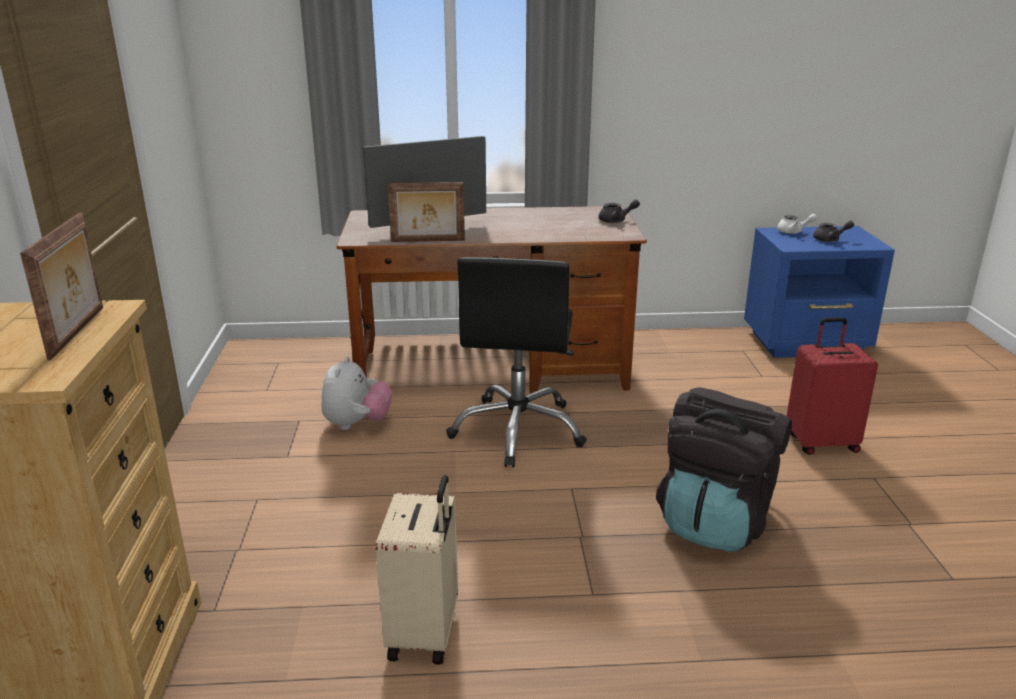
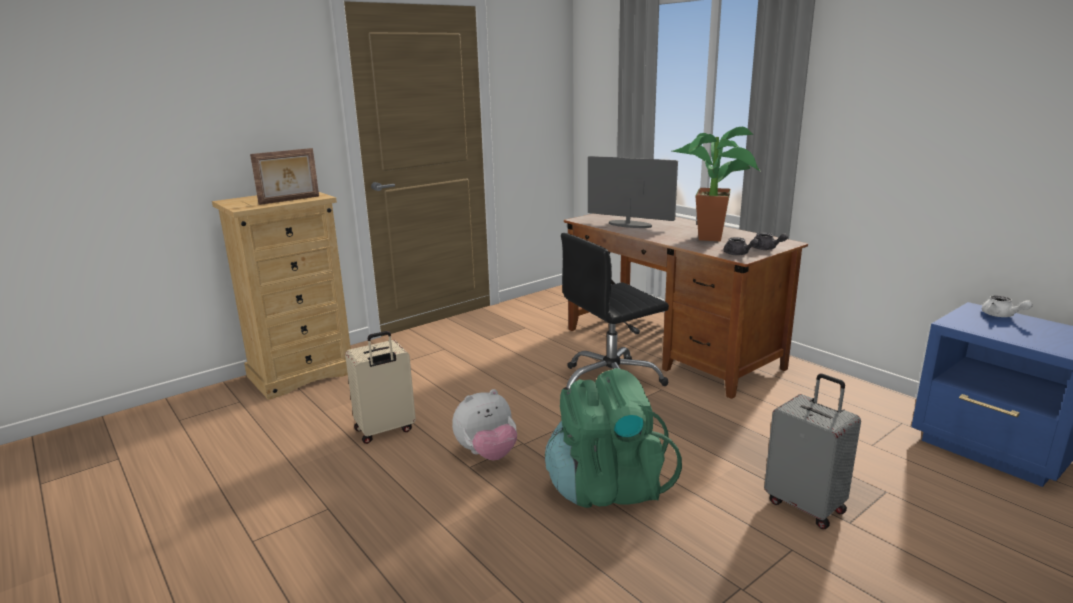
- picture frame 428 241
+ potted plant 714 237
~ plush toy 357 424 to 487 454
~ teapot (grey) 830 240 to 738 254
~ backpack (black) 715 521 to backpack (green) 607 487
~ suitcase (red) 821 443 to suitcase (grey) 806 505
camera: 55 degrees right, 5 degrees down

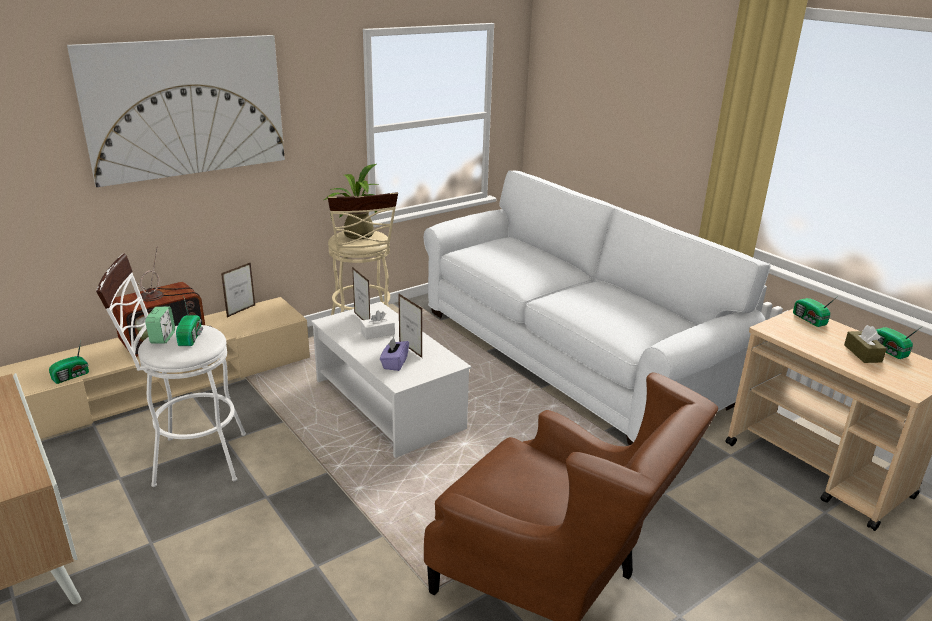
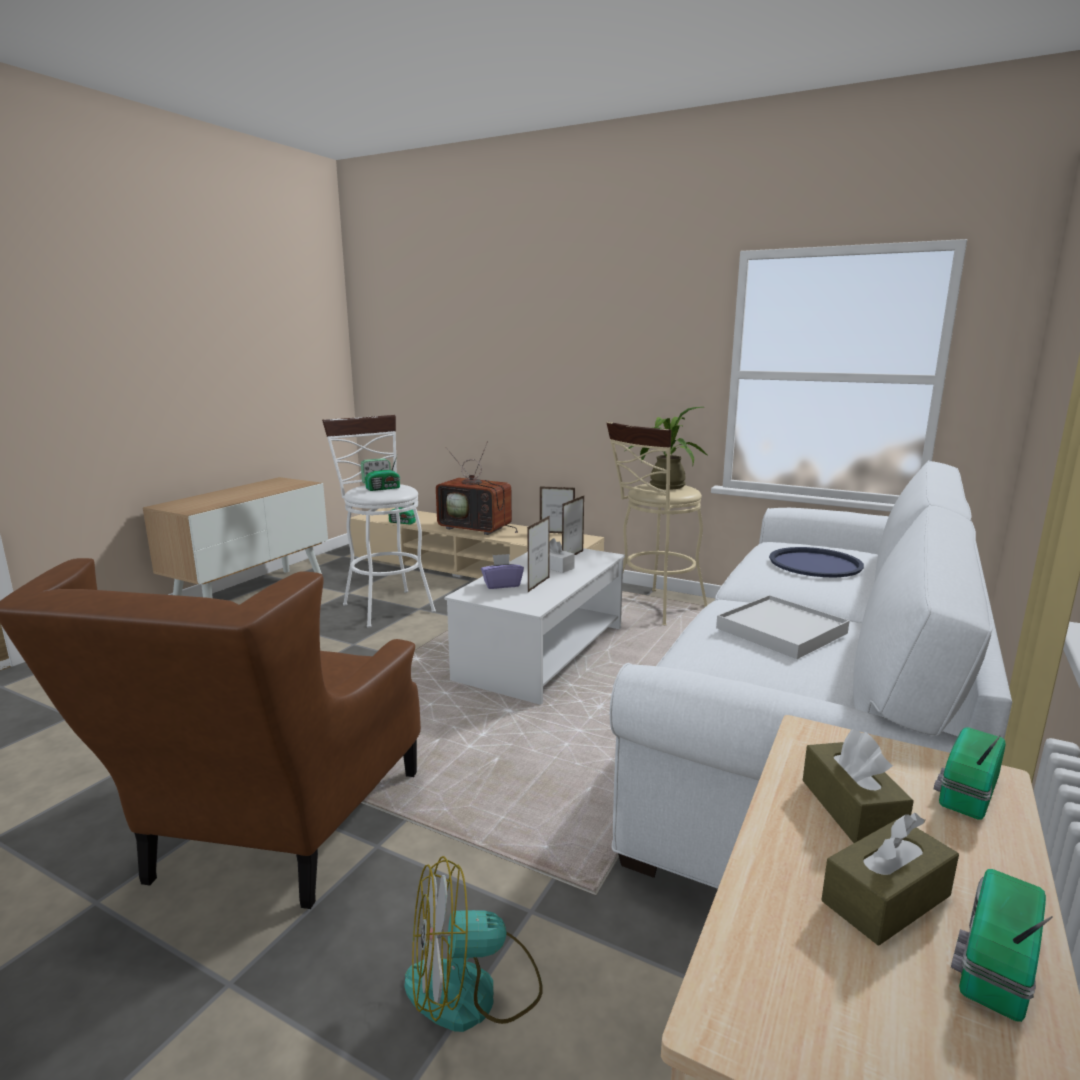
- picture 186 107
+ fan 472 989
+ tray (white) 781 631
+ tray (blue) 815 564
+ tissue box (brown) 851 808
camera: 65 degrees right, 10 degrees down

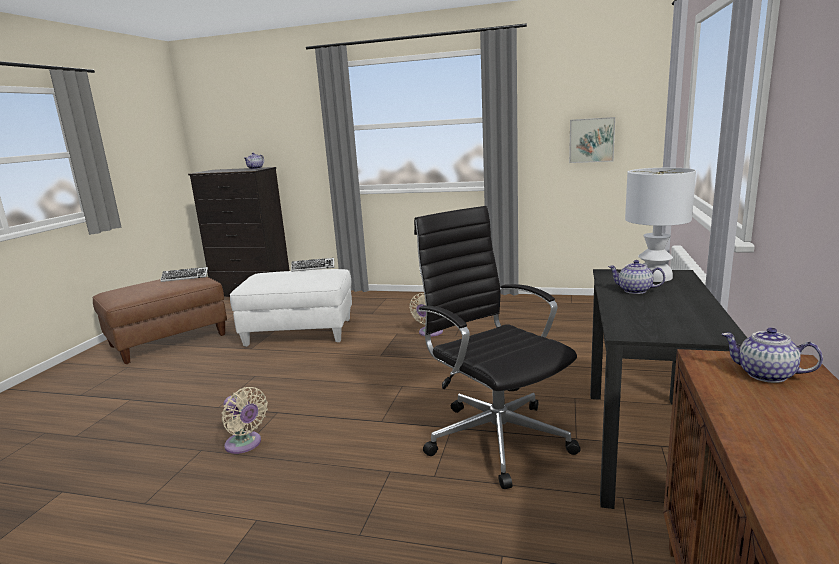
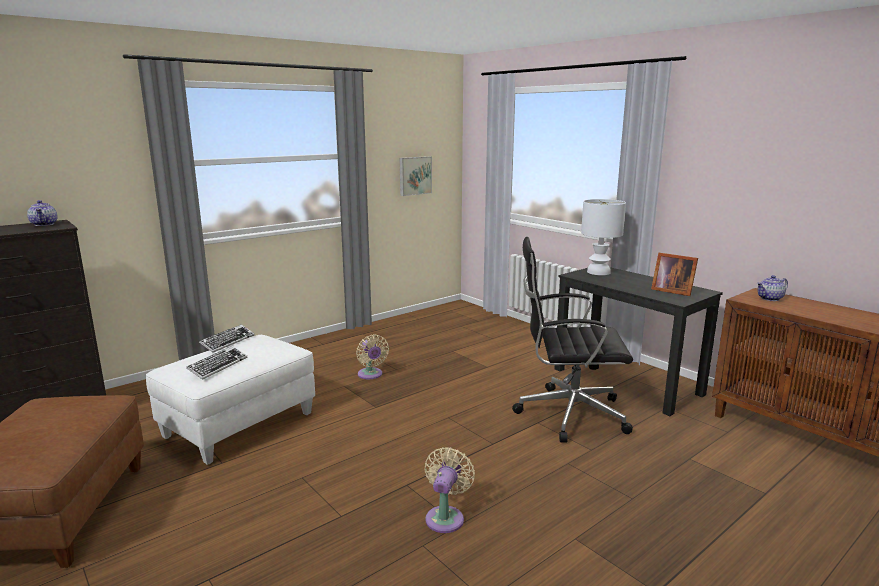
- teapot 634 290
+ picture frame 671 291
~ keyboard 185 277 to 218 366
~ fan (beige) 245 444 = 446 517 60 degrees counterclockwise
camera: 55 degrees left, 0 degrees up

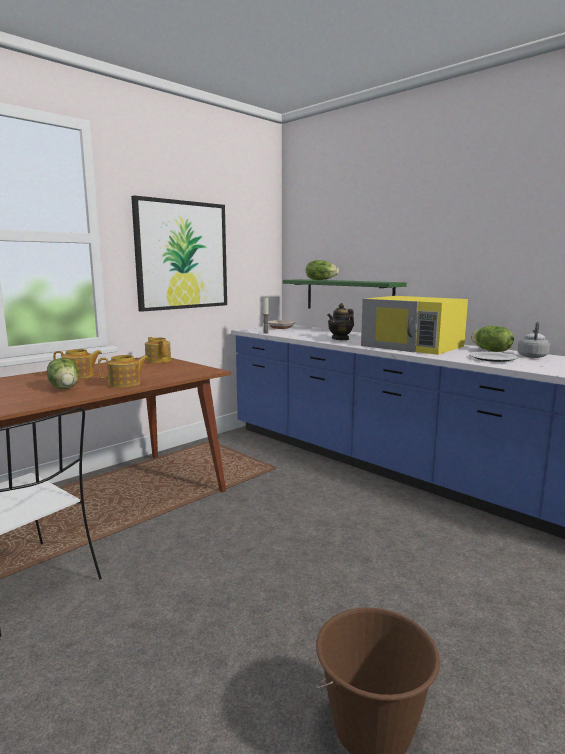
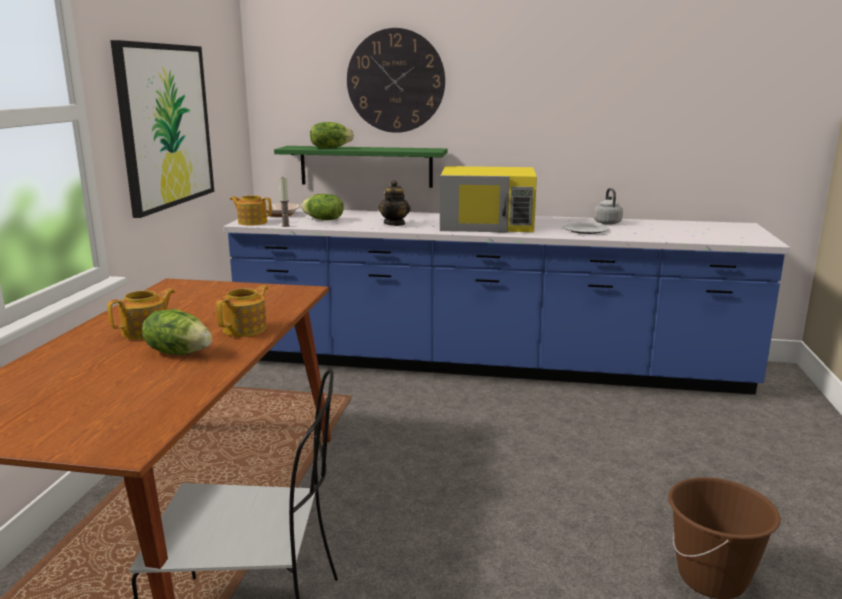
+ wall clock 395 81
~ teapot 158 360 to 252 222
~ lettuce 491 351 to 323 220
camera: 35 degrees left, 5 degrees up

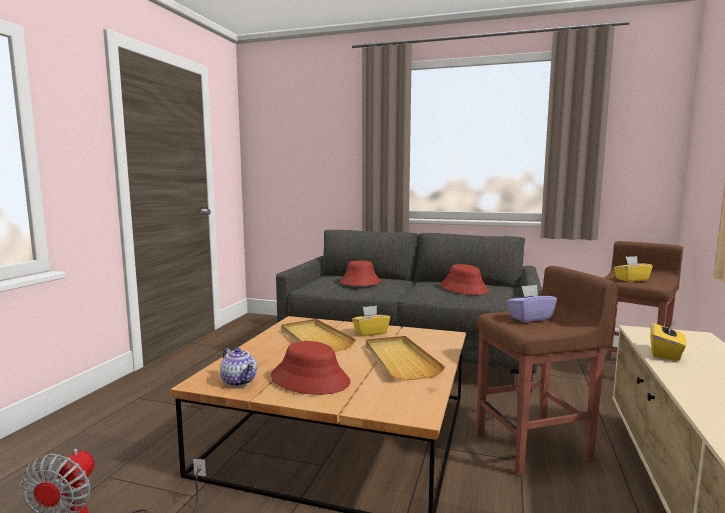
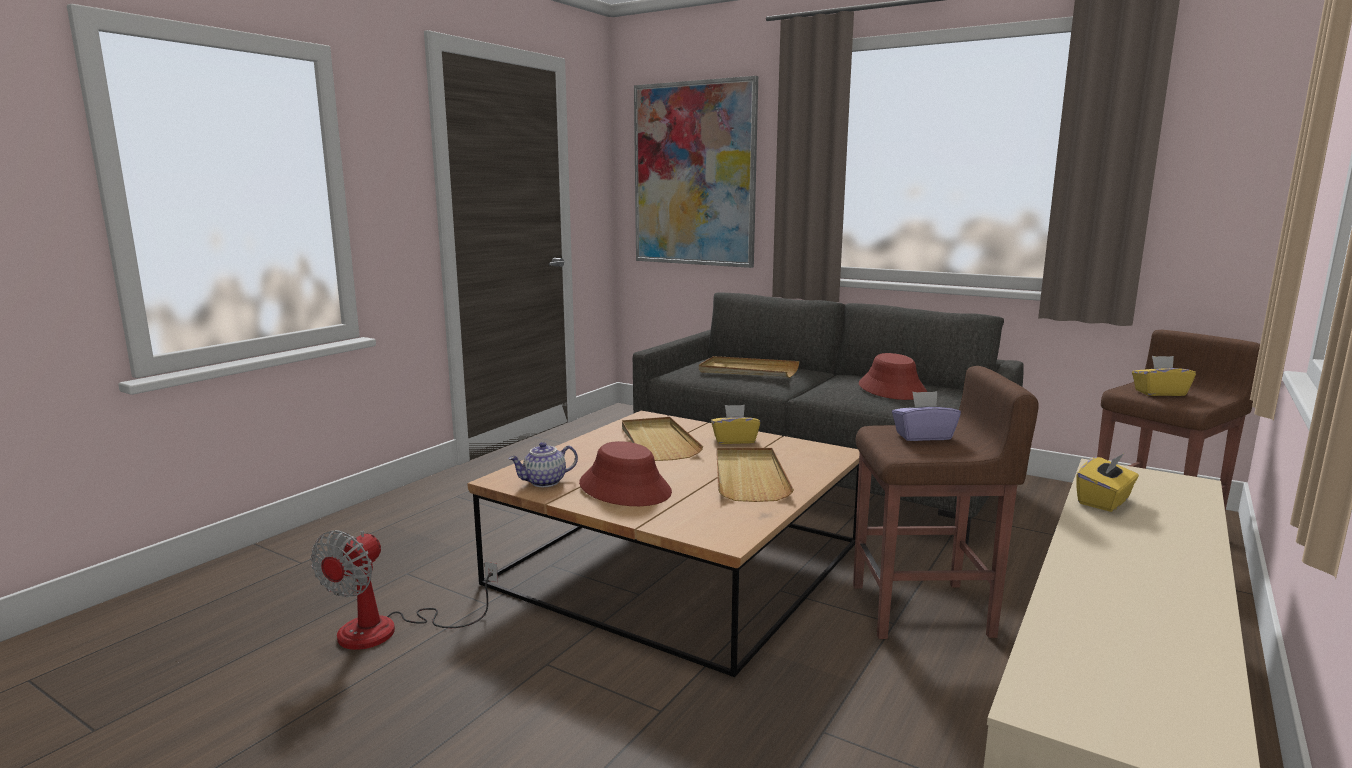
+ picture 694 175
~ hat (red) 360 282 to tray (beige) 748 371
~ teapot 240 381 = 544 482 90 degrees clockwise
camera: 15 degrees right, 5 degrees up

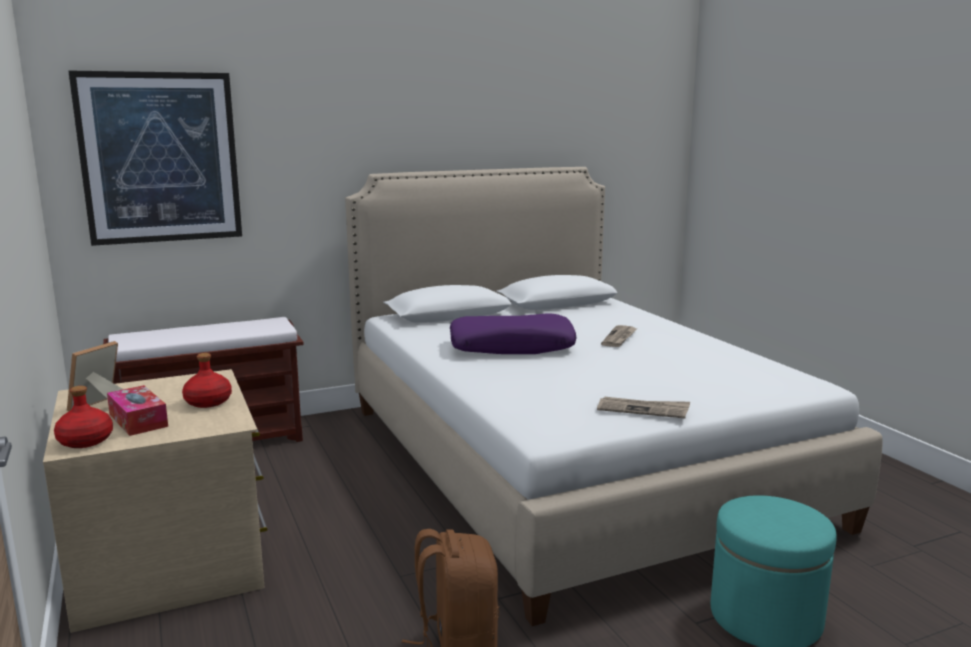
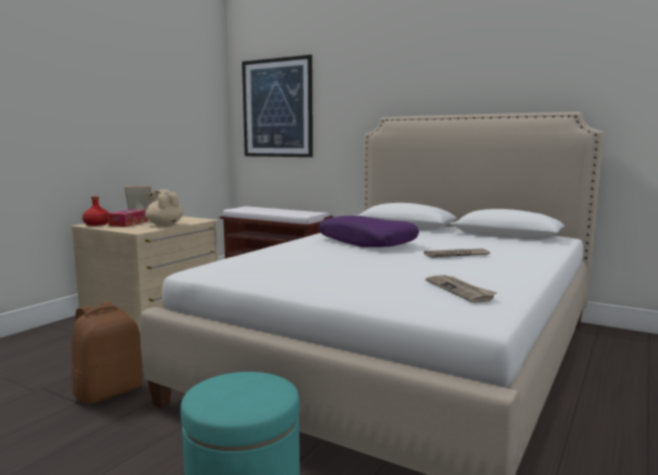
~ newspaper 643 409 to 460 290
~ bottle (red) 207 402 to teapot (beige) 164 224
camera: 55 degrees right, 5 degrees down

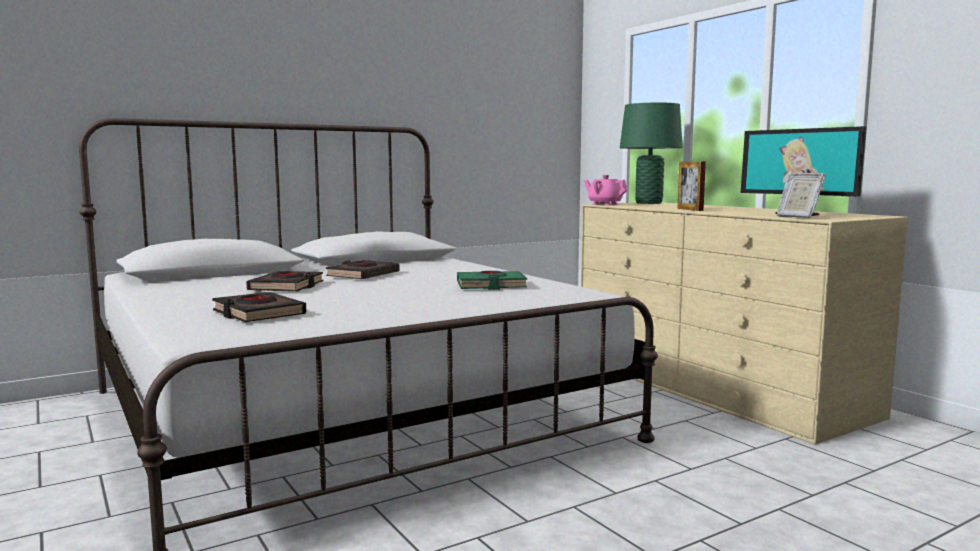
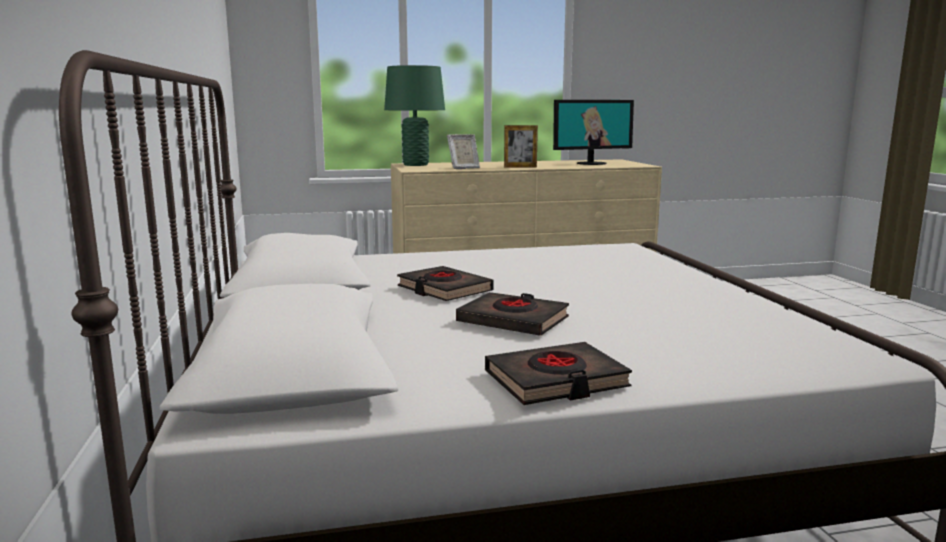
- book (green) 491 285
- teapot (pink) 604 204
~ book (black) 258 314 to 556 381
~ picture frame 798 217 to 463 168
camera: 70 degrees left, 5 degrees up

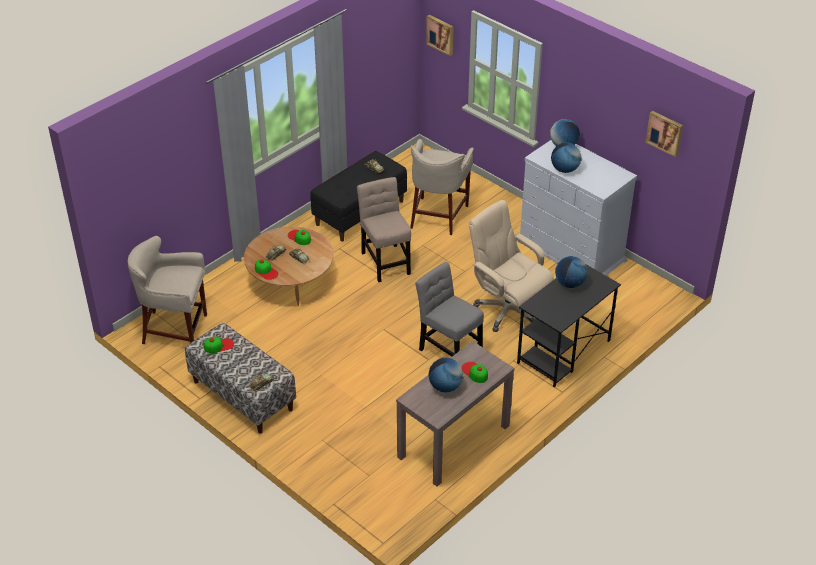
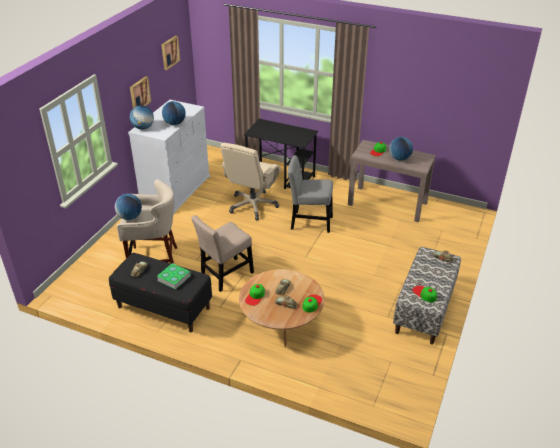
- stool (beige) 175 330
+ book 174 278
~ picture 441 34 to 139 94
~ globe 570 283 to 130 217
~ chair (grey) 448 350 = 309 222 75 degrees clockwise
camera: 110 degrees left, 5 degrees down

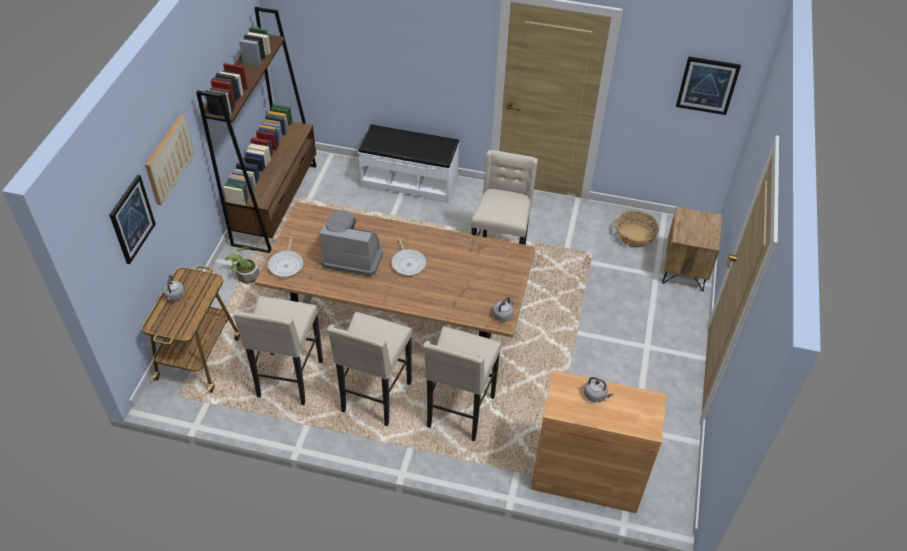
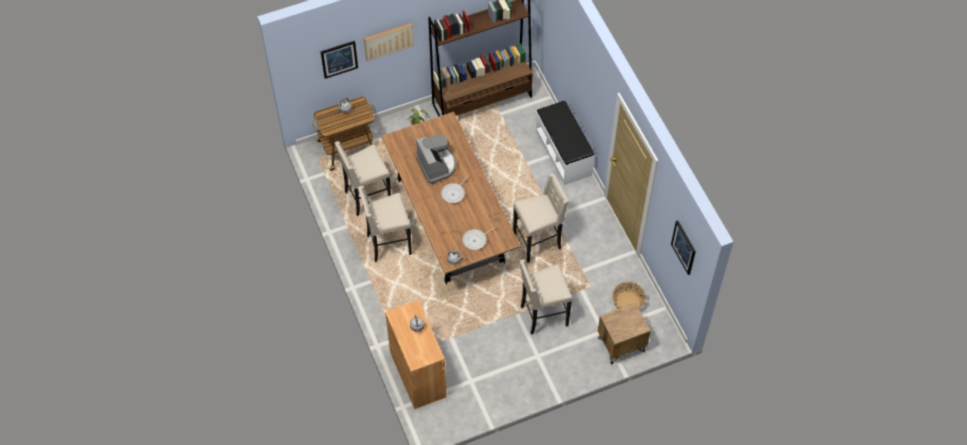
~ frying pan 286 264 to 476 240
~ stool (beige) 459 413 to 542 316
camera: 55 degrees right, 10 degrees up

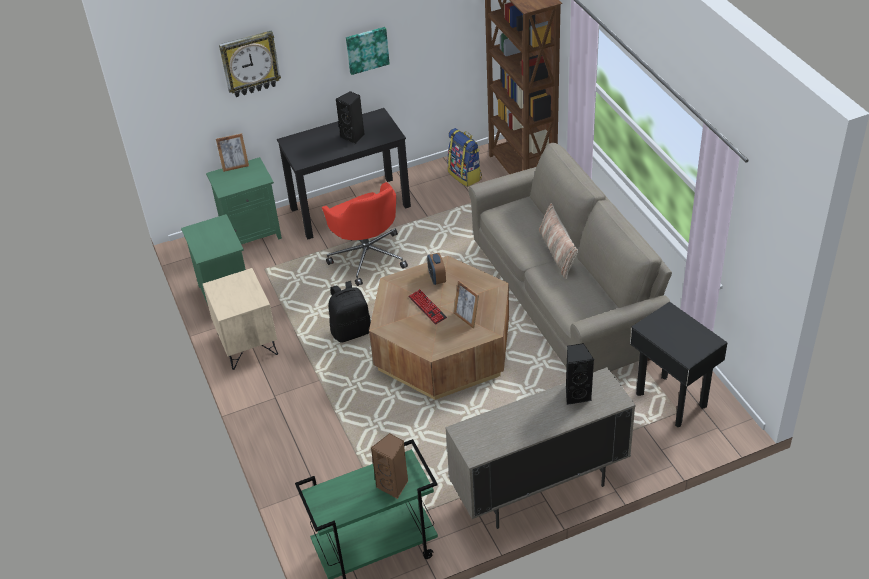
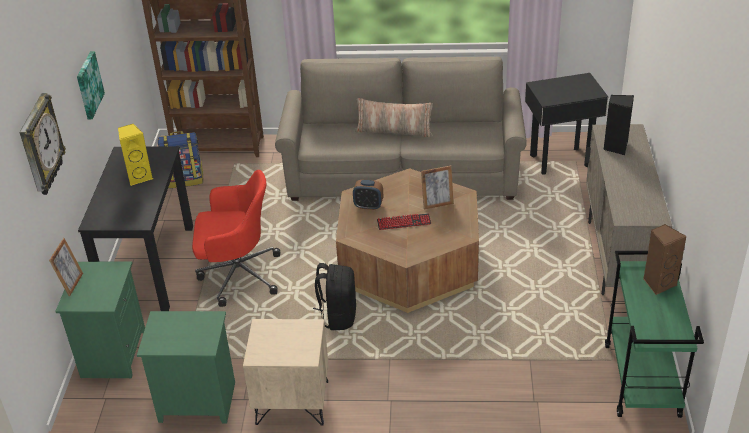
~ speaker (black) 353 137 to speaker (yellow) 139 177
camera: 65 degrees left, 5 degrees down

